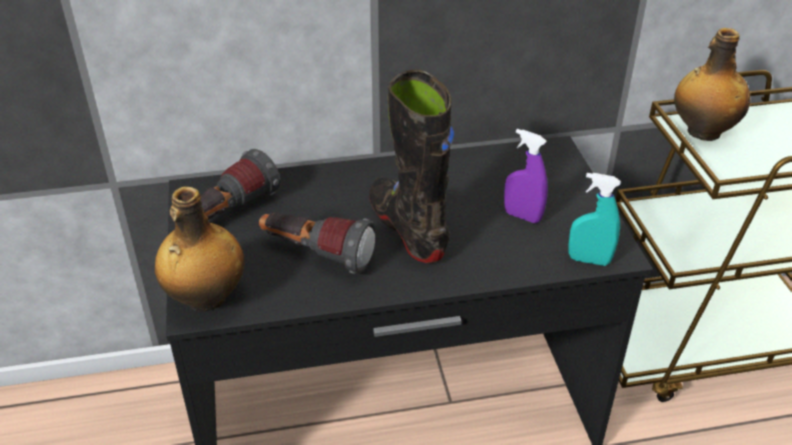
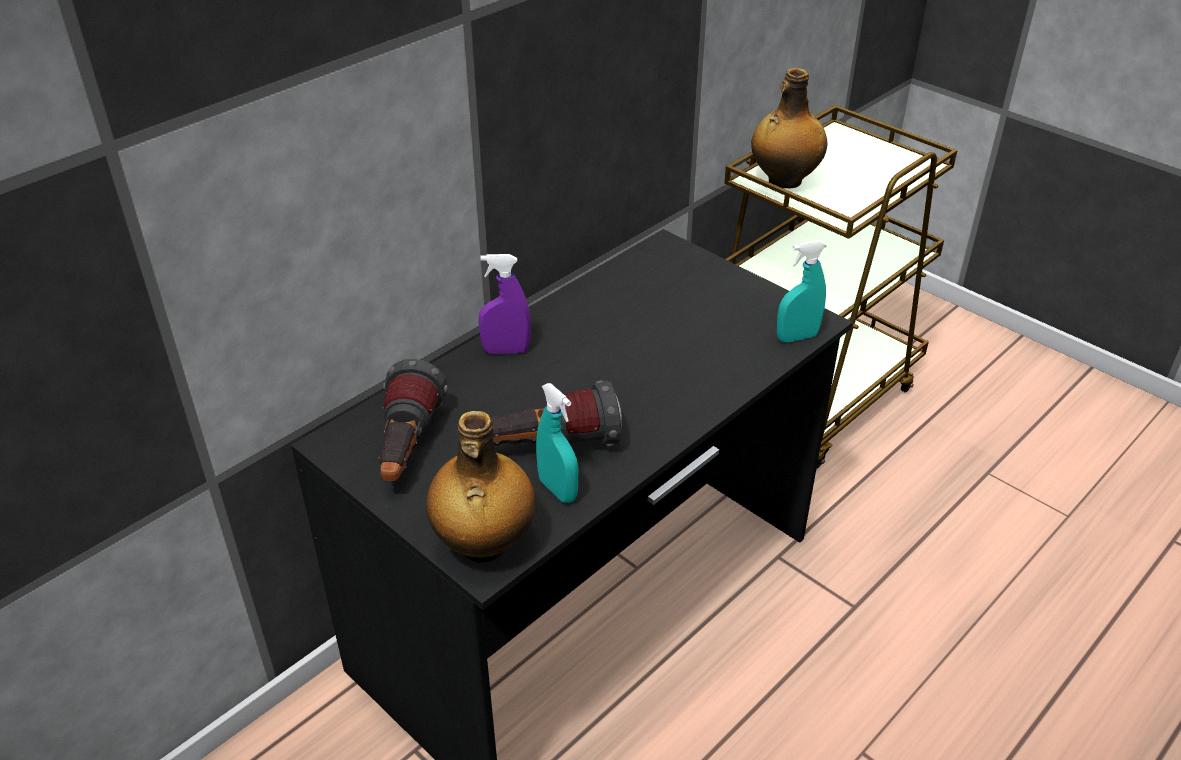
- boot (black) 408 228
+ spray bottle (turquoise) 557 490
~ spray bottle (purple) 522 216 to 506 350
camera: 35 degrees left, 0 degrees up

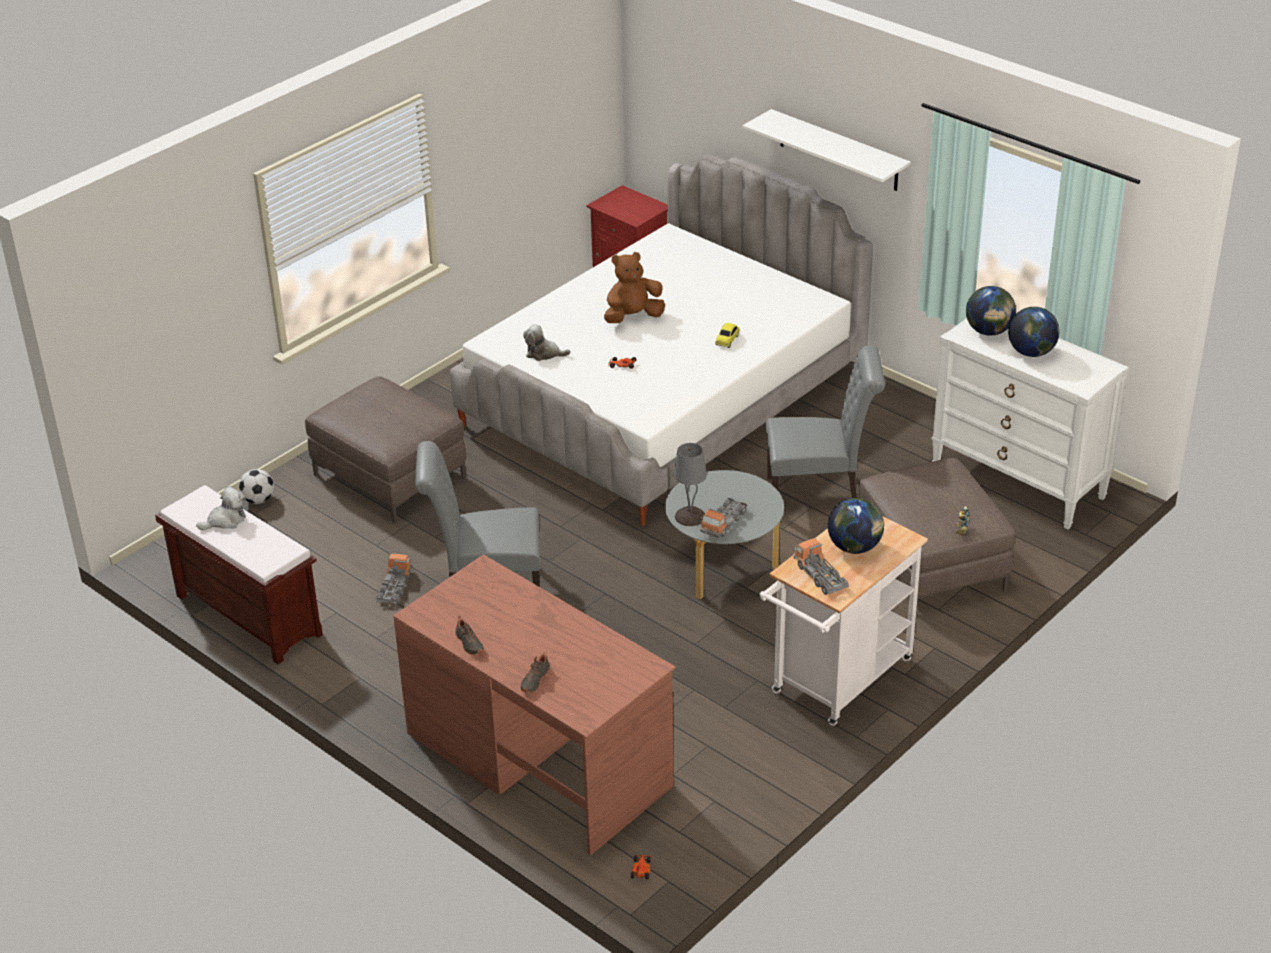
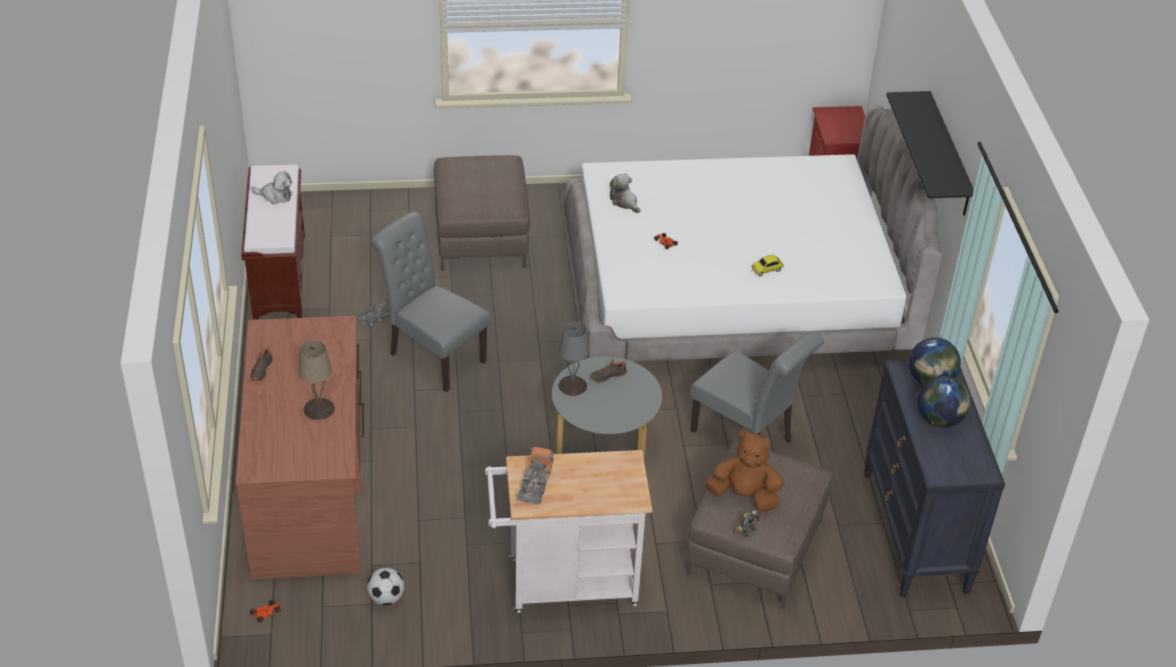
- toy truck 723 523
- globe 855 547
+ table lamp (beige) 318 408
~ football 258 500 to 386 598
~ shoe (black) 534 680 to 608 375
~ plush toy (brown) 633 317 to 744 496
~ shelf (white) 838 151 to shelf (black) 949 155
~ dresser (white) 1019 481 to dresser (black) 915 532
camera: 40 degrees right, 5 degrees up

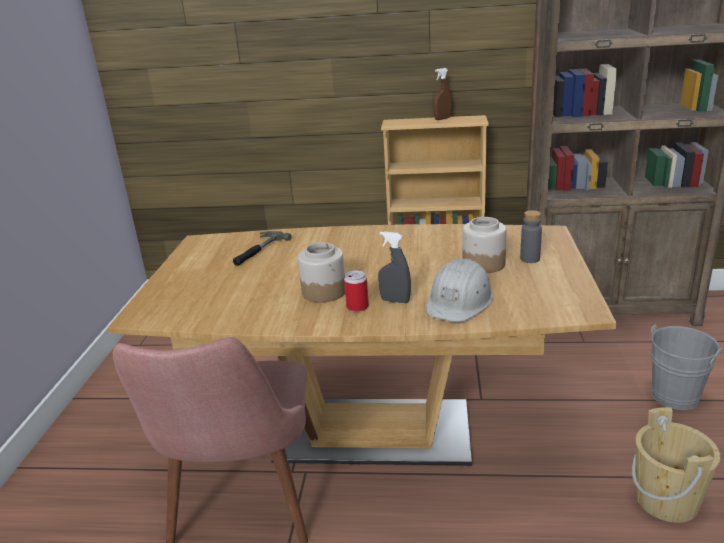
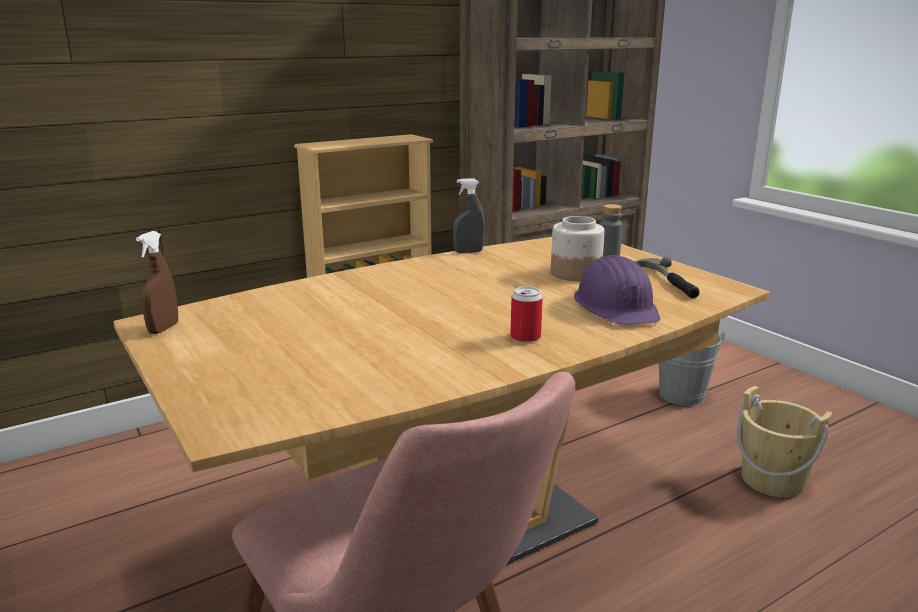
- jar 324 292
~ hammer 258 250 to 667 281
~ spray bottle (grey) 395 301 to 468 252
~ spray bottle (brown) 442 119 to 163 328
~ hard hat (white) 459 301 to hard hat (purple) 616 306
camera: 40 degrees left, 5 degrees down

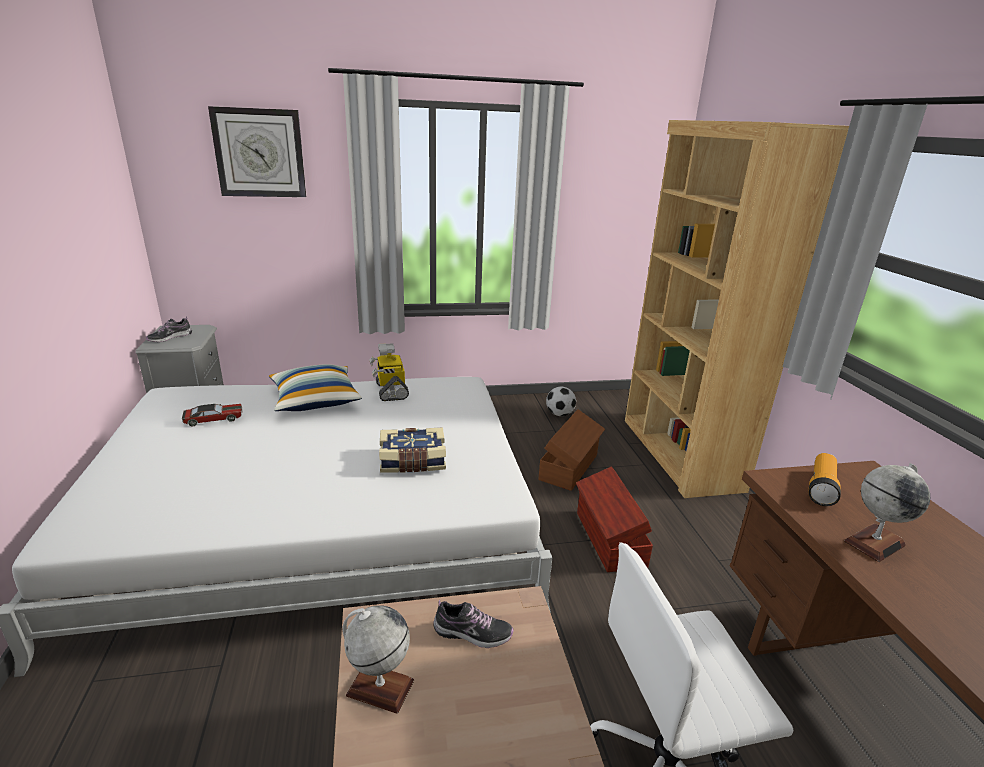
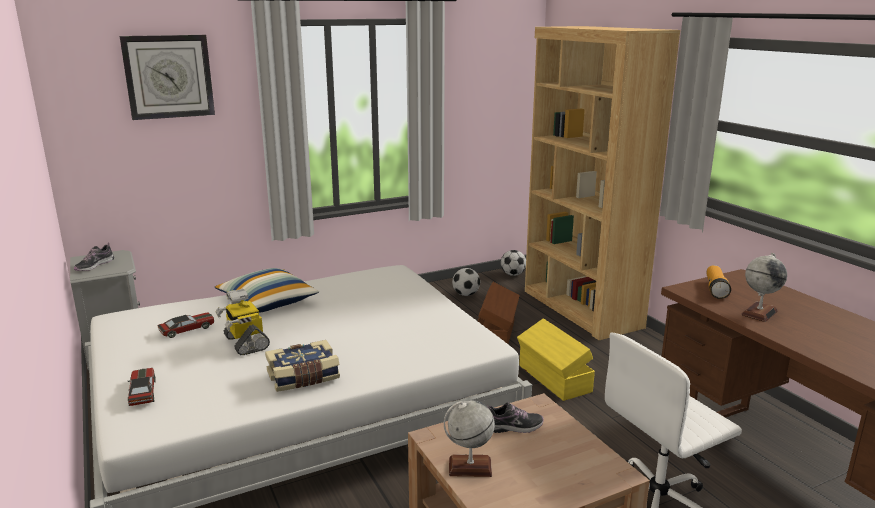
+ toy car 142 392
+ football 513 274
~ toy robot 390 391 to 245 342
~ book 412 462 to 303 377
~ storage box (brown) 609 539 to storage box (yellow) 554 379
camera: 15 degrees left, 5 degrees down

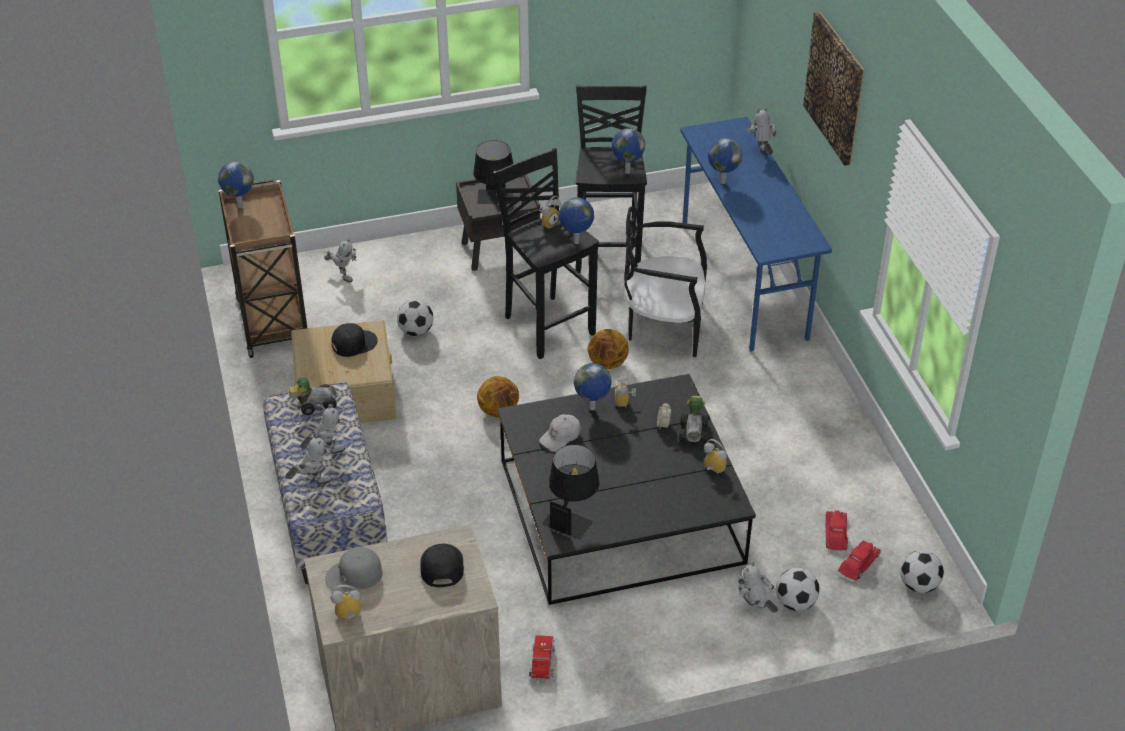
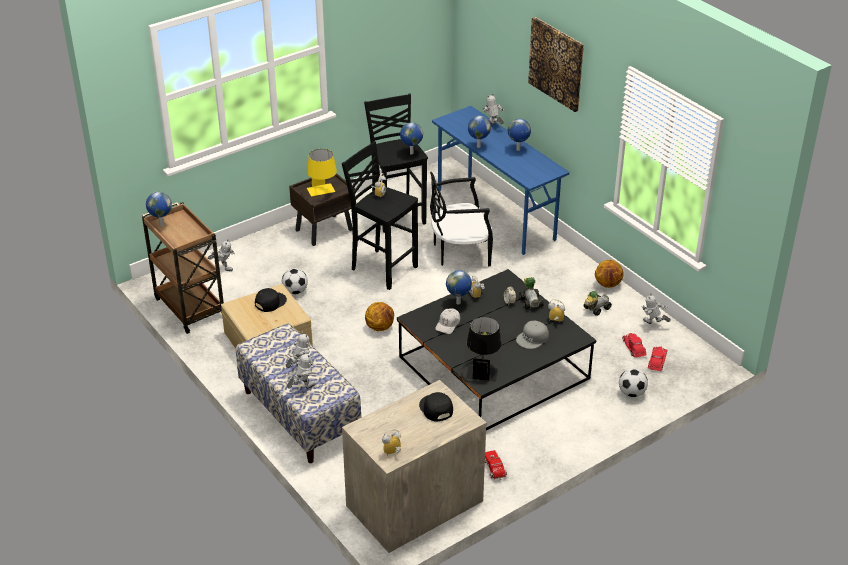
- football 918 585
~ toy car 314 404 to 595 309
~ cap (grey) 355 575 to 533 338
~ globe 576 242 to 518 150
~ basketball 608 363 to 608 284
~ toy robot 754 609 to 653 325
~ table lamp (black) 495 201 to table lamp (yellow) 322 192
camera: 20 degrees left, 5 degrees down

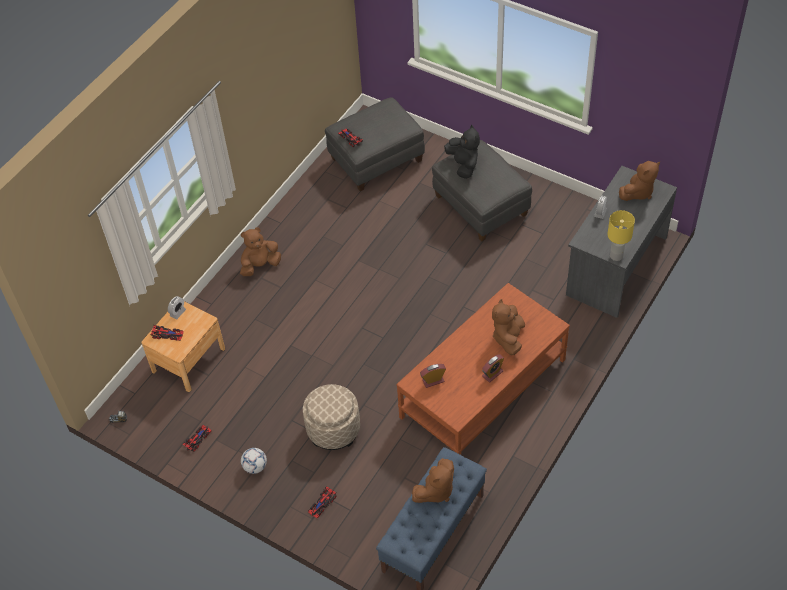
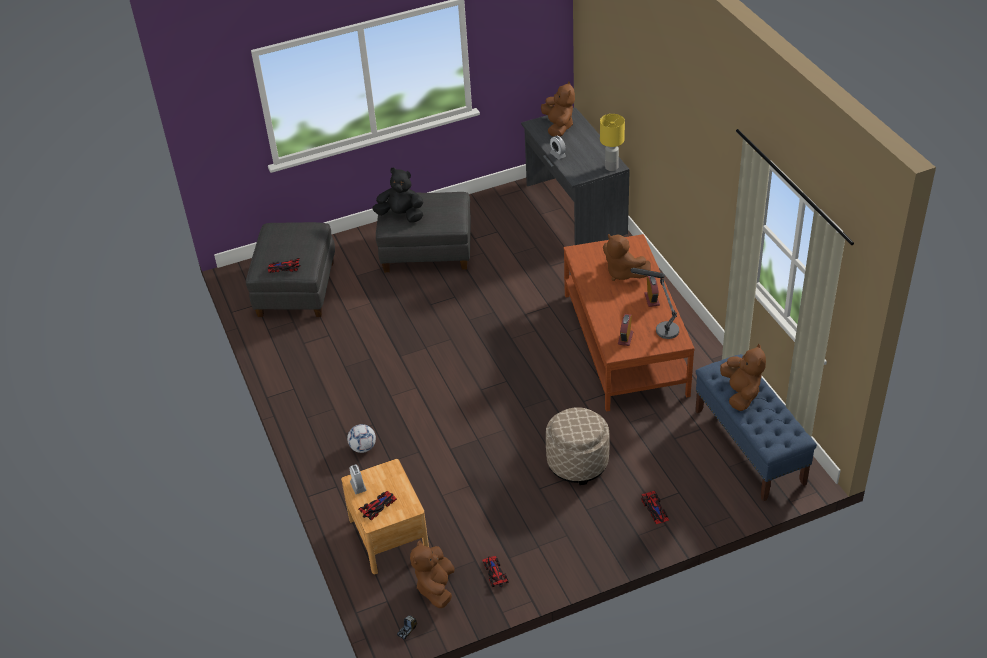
+ table lamp 660 328
~ plush toy (brown) 260 265 to 436 587
~ football 255 467 to 363 448
camera: 55 degrees left, 10 degrees down

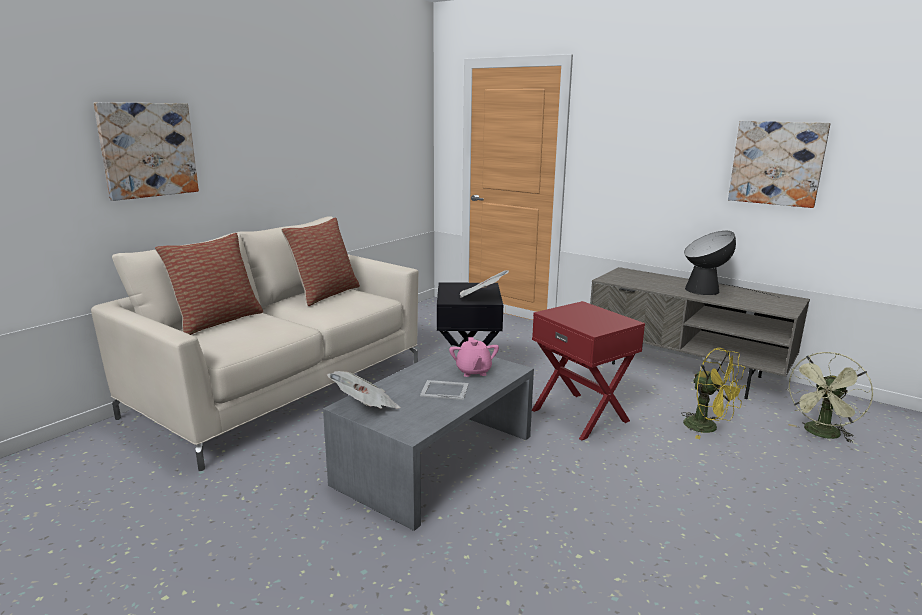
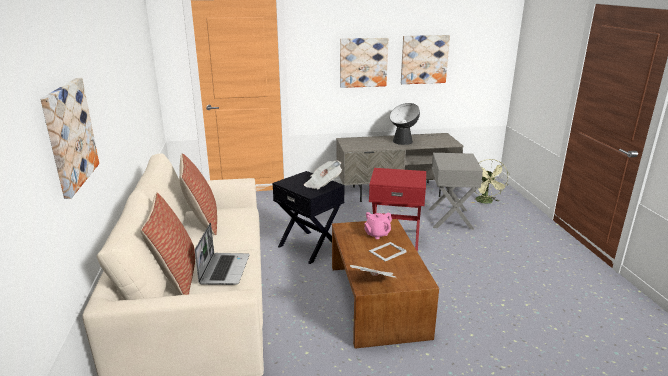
+ laptop 224 269
+ picture 363 62
~ fan (yellow) 708 428 to side table (grey) 449 218
~ coffee table (grey) 435 459 to coffee table (brown) 376 299
~ teapot (pink) 473 371 = 377 234 105 degrees clockwise
camera: 45 degrees left, 5 degrees up

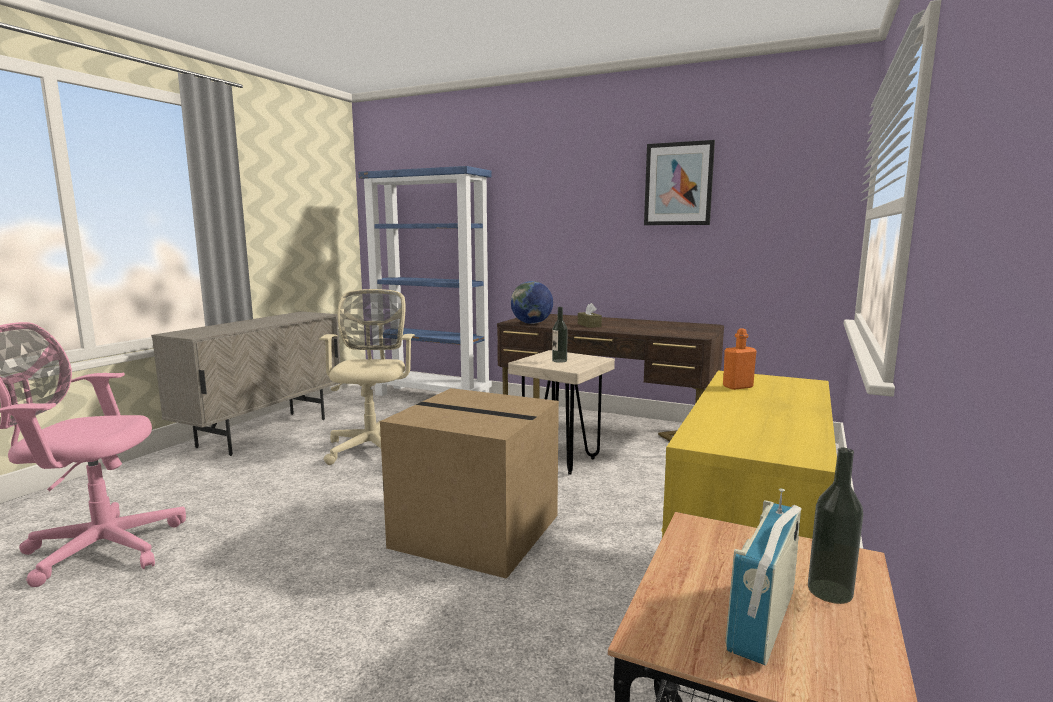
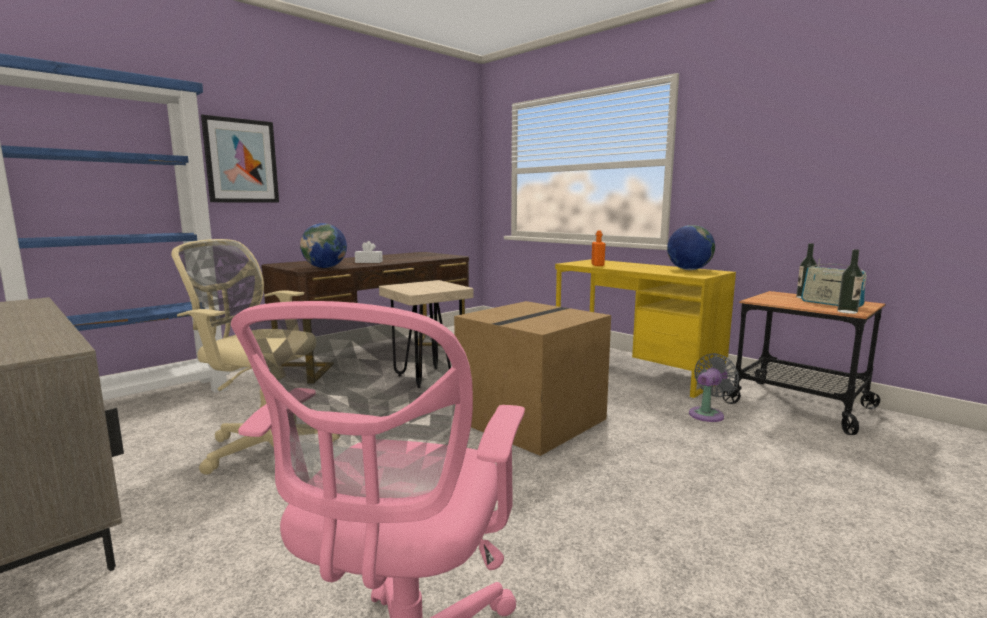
+ globe 688 270
+ fan (grey) 708 414
~ bottle 559 361 to 847 311
~ picture 678 184 to 241 161
~ tissue box (brown) 589 325 to tissue box (white) 369 262
camera: 70 degrees left, 0 degrees up

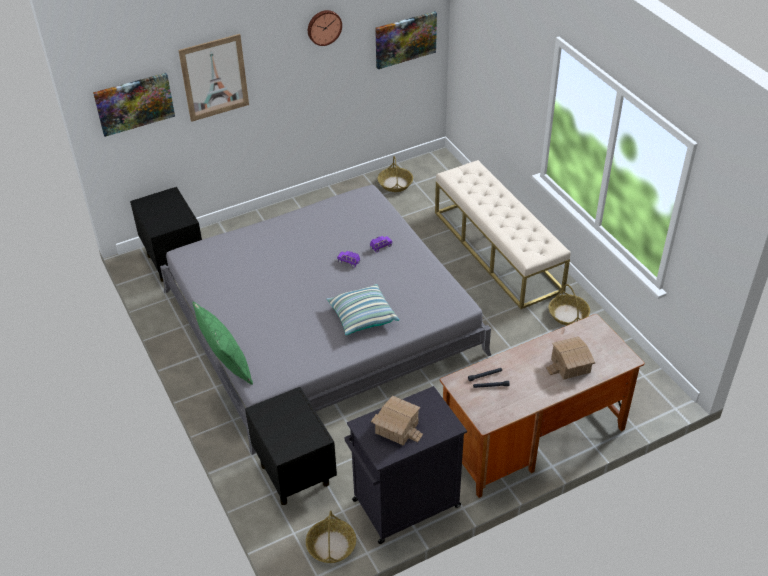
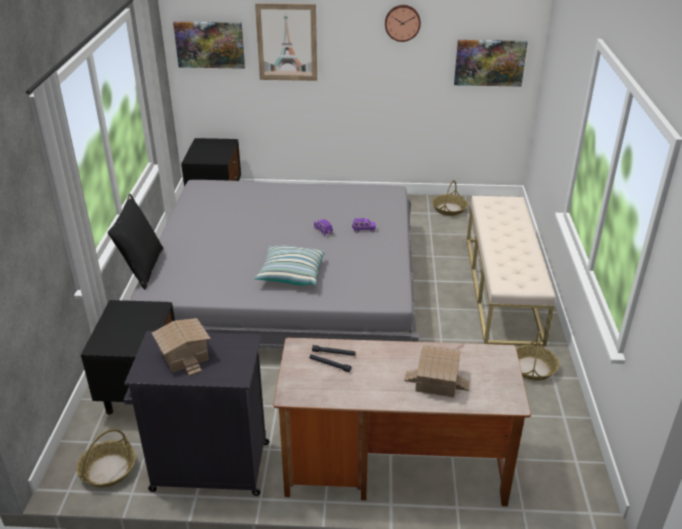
~ pillow (green) 226 365 to pillow (black) 142 268
camera: 30 degrees right, 10 degrees down

